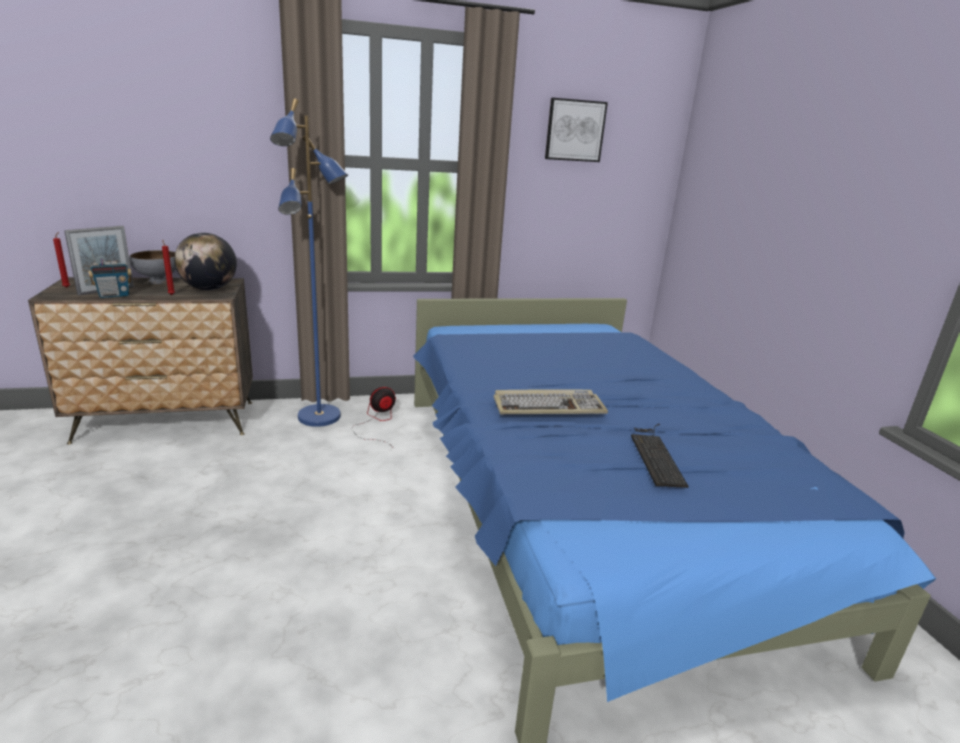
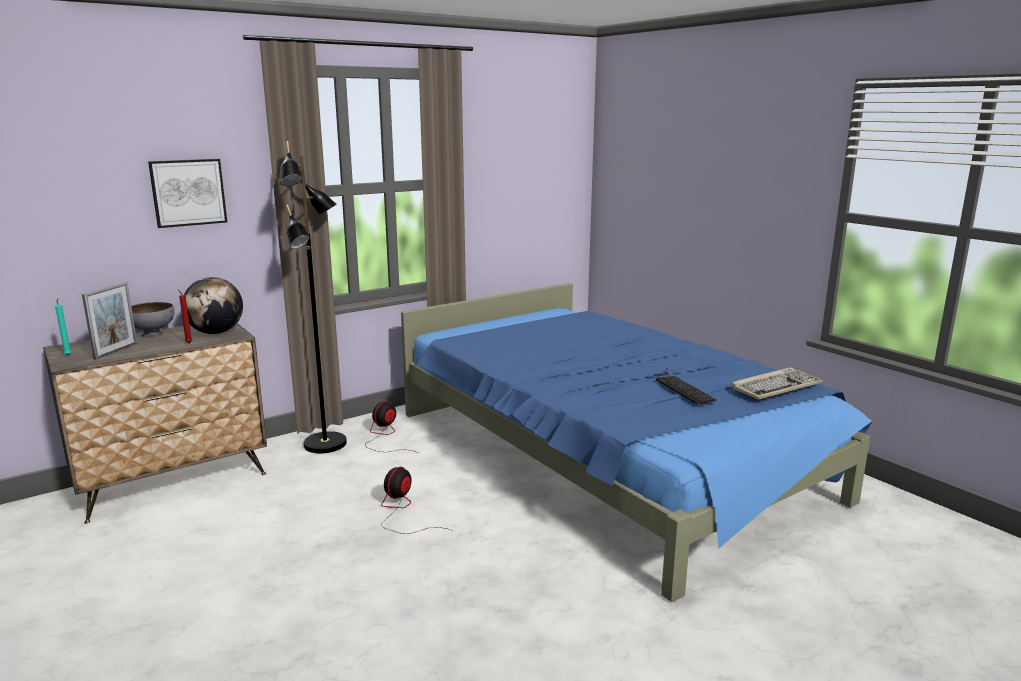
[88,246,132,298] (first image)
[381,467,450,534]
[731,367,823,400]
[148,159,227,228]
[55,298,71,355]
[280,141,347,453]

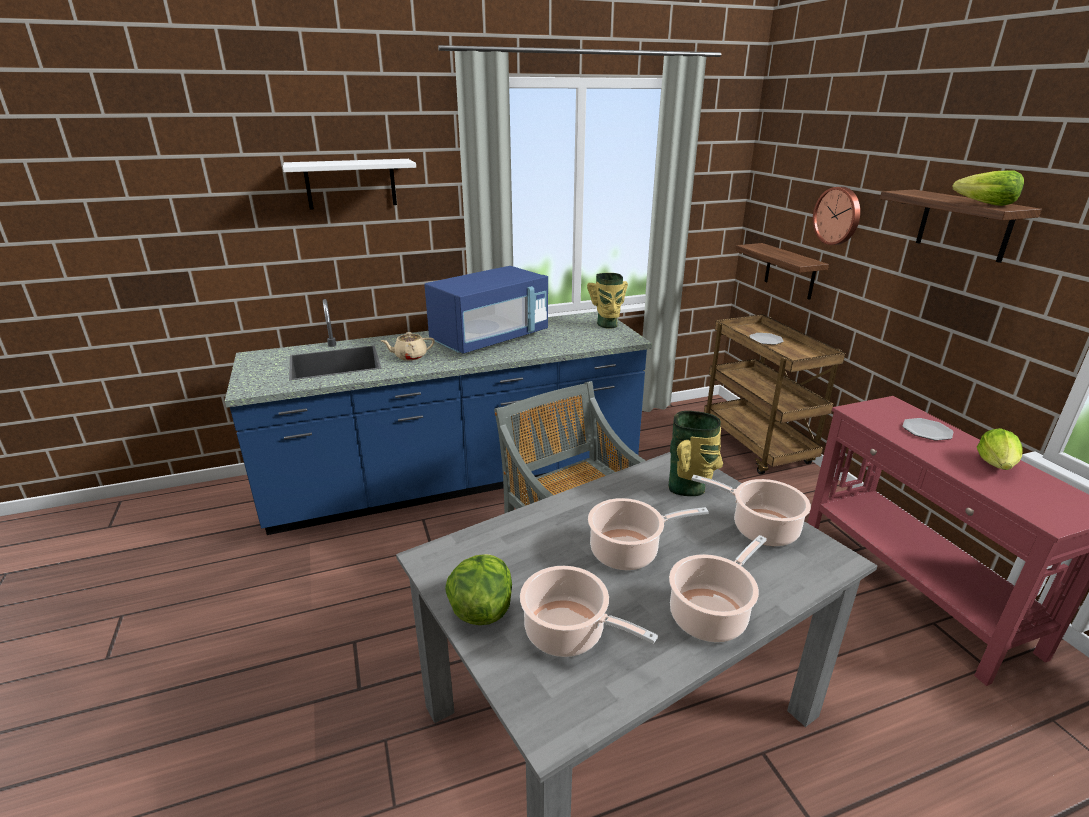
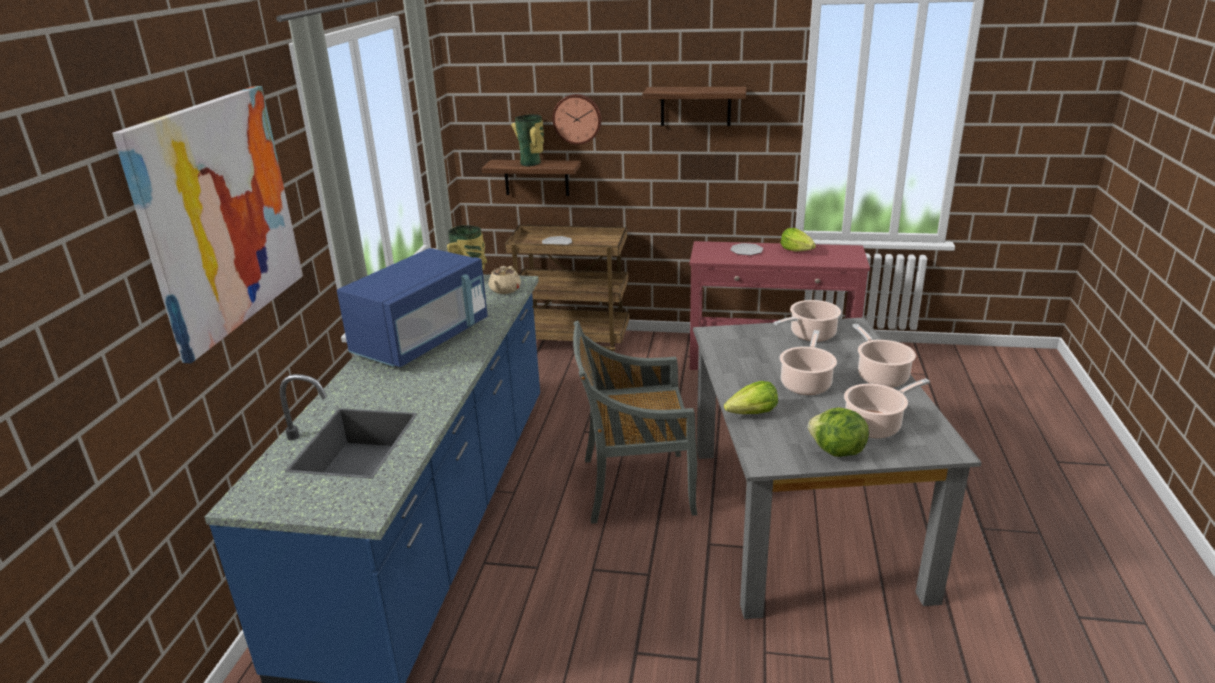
[489,266,521,294]
[511,114,544,167]
[724,381,778,414]
[112,86,303,363]
[337,248,488,367]

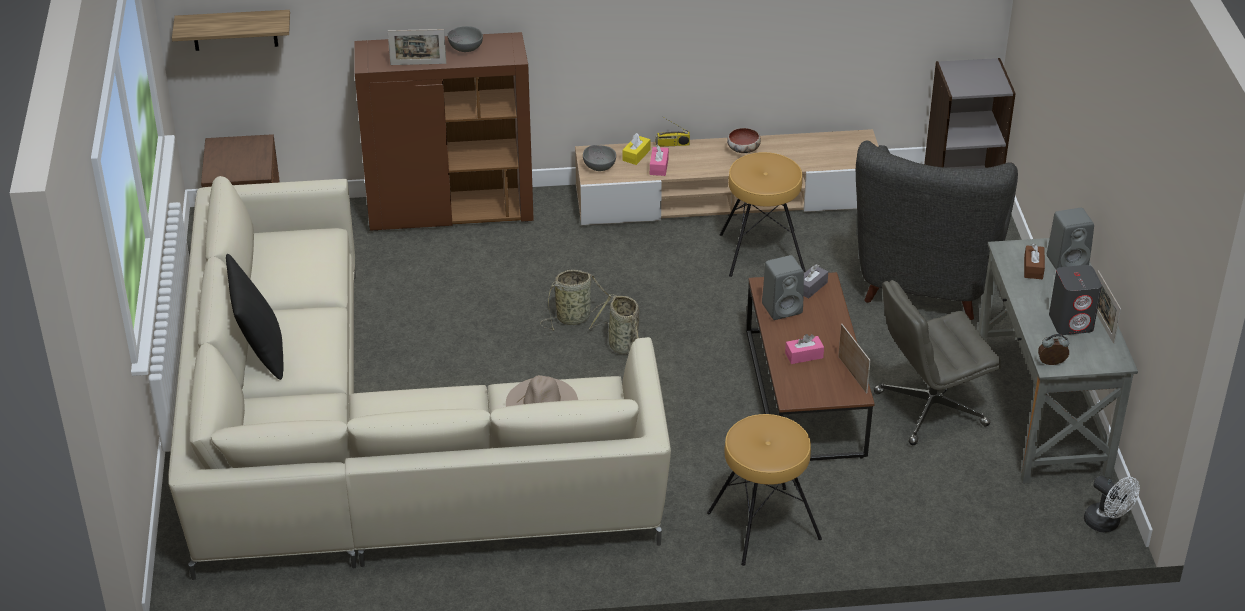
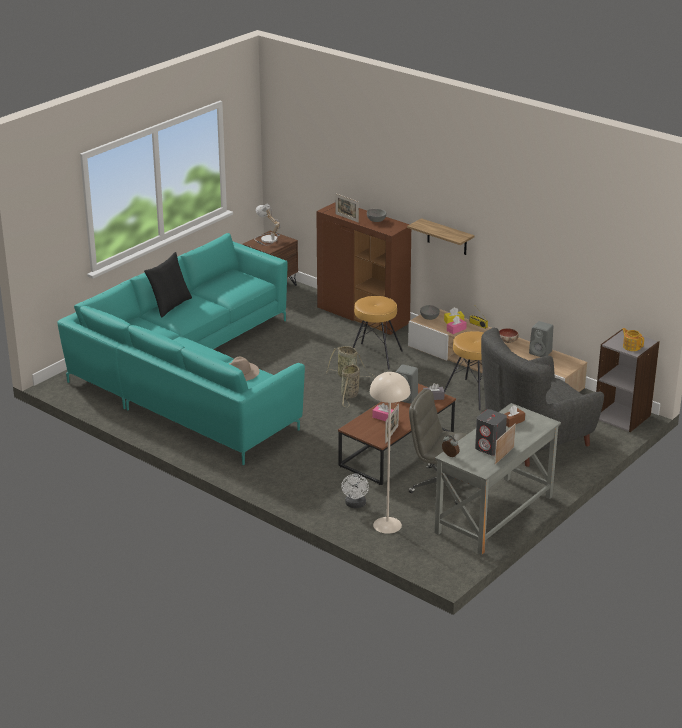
[254,204,280,246]
[370,372,410,534]
[622,328,644,351]
[407,218,474,255]
[353,296,403,370]
[529,321,553,357]
[341,473,369,508]
[57,233,305,465]

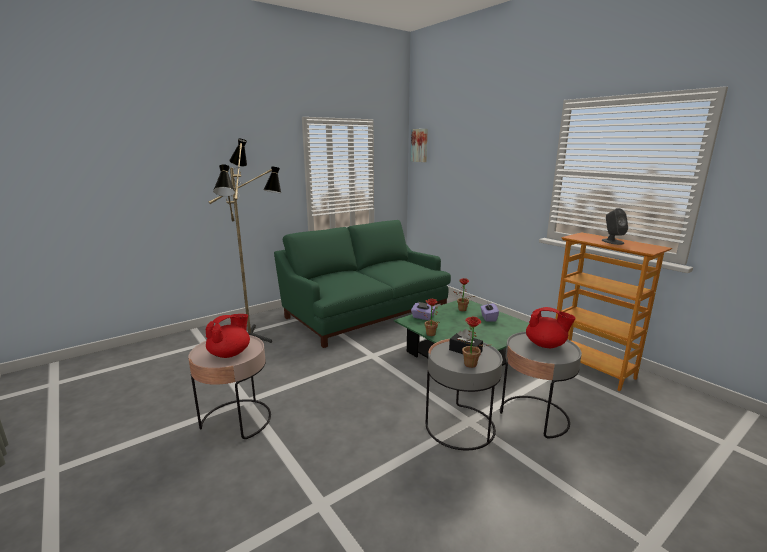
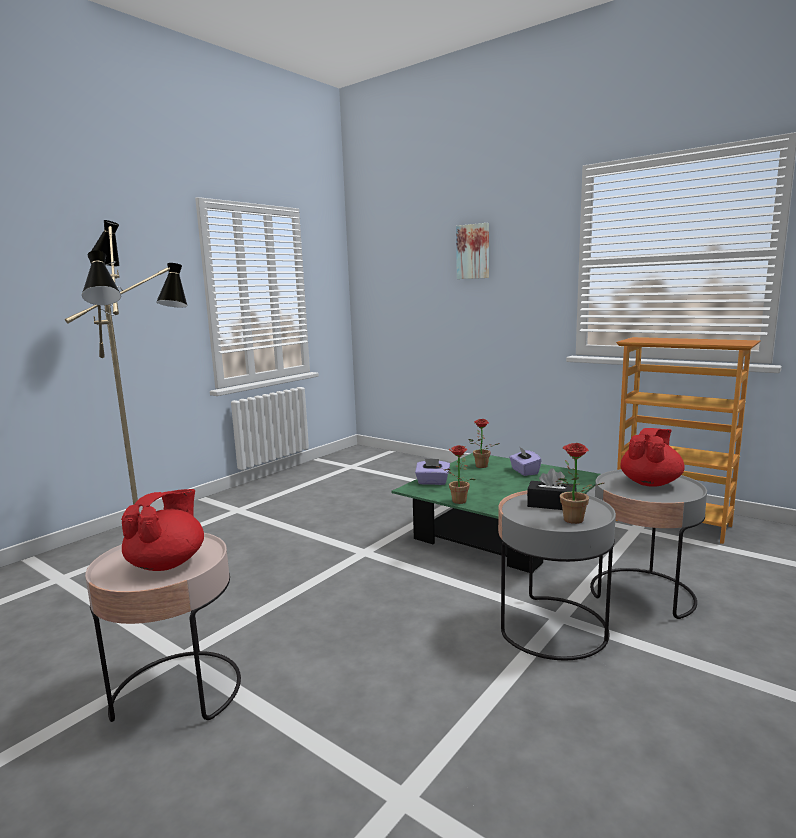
[274,220,451,348] (first image)
[601,208,628,245] (first image)
[456,223,489,279]
[620,428,685,487]

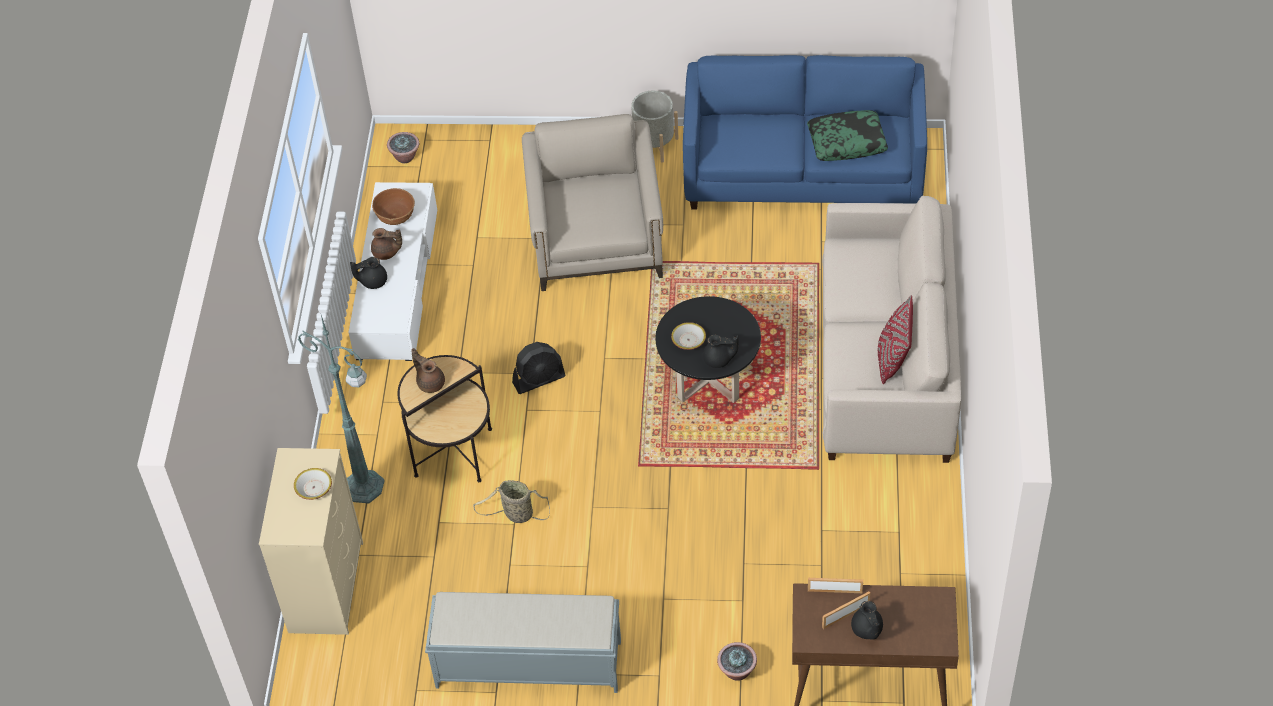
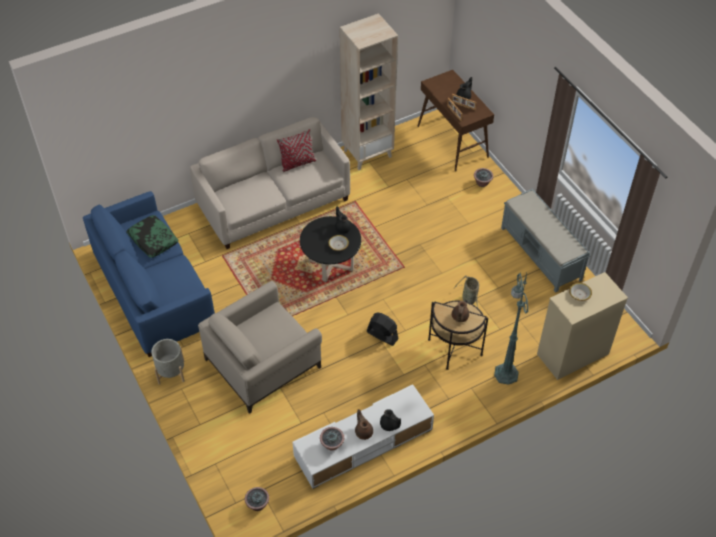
[340,13,398,170]
[320,427,344,451]

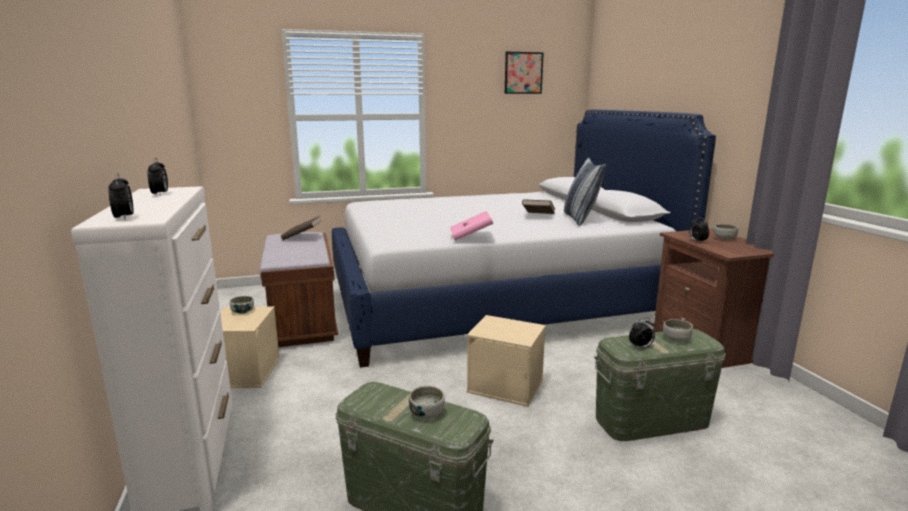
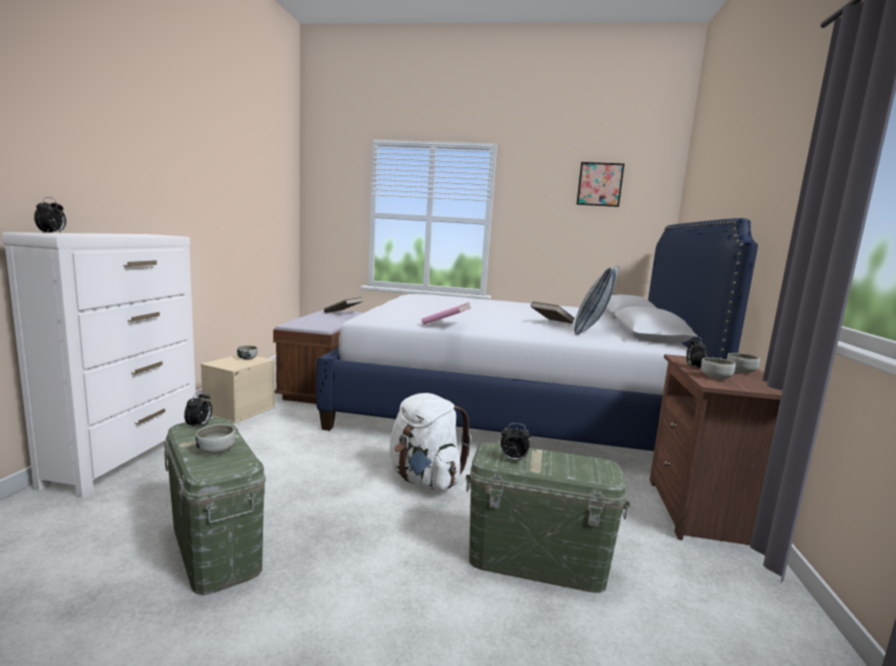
[184,390,212,429]
[701,358,736,379]
[389,393,472,491]

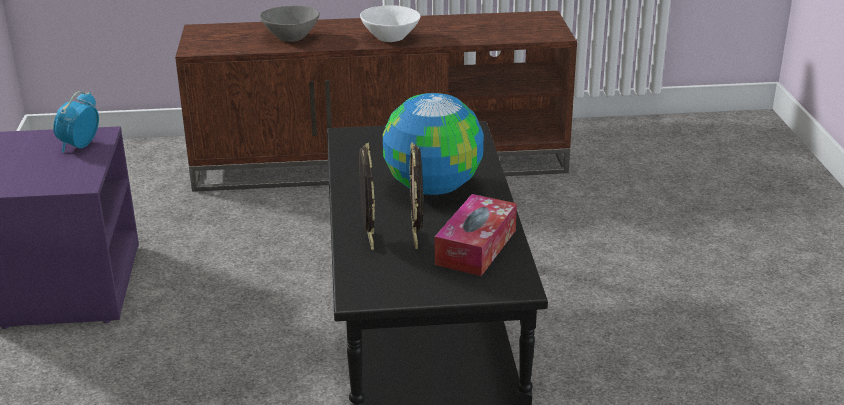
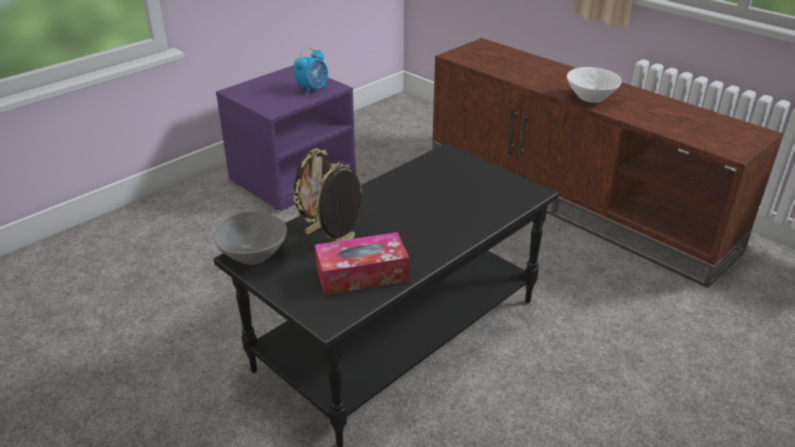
[383,93,484,195] (first image)
[213,211,287,265]
[294,48,328,95]

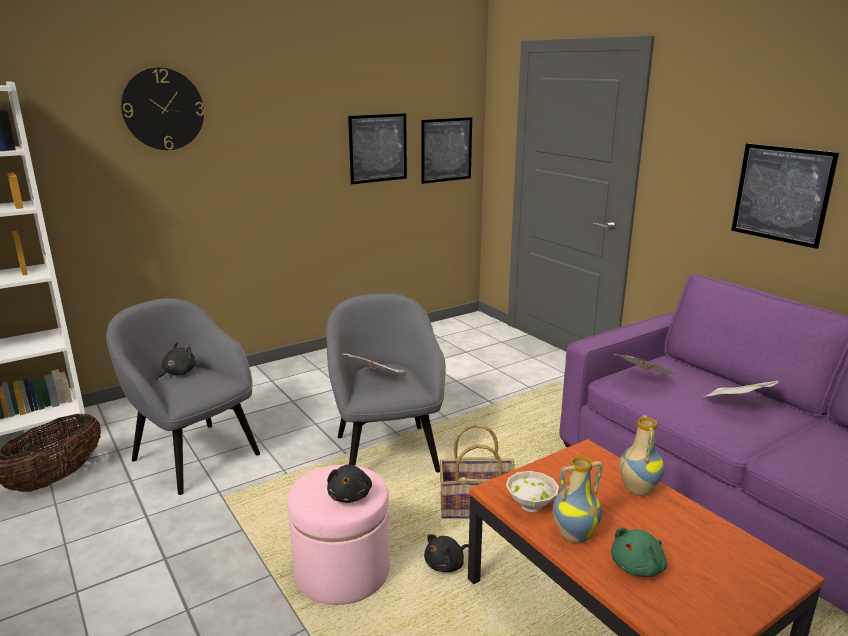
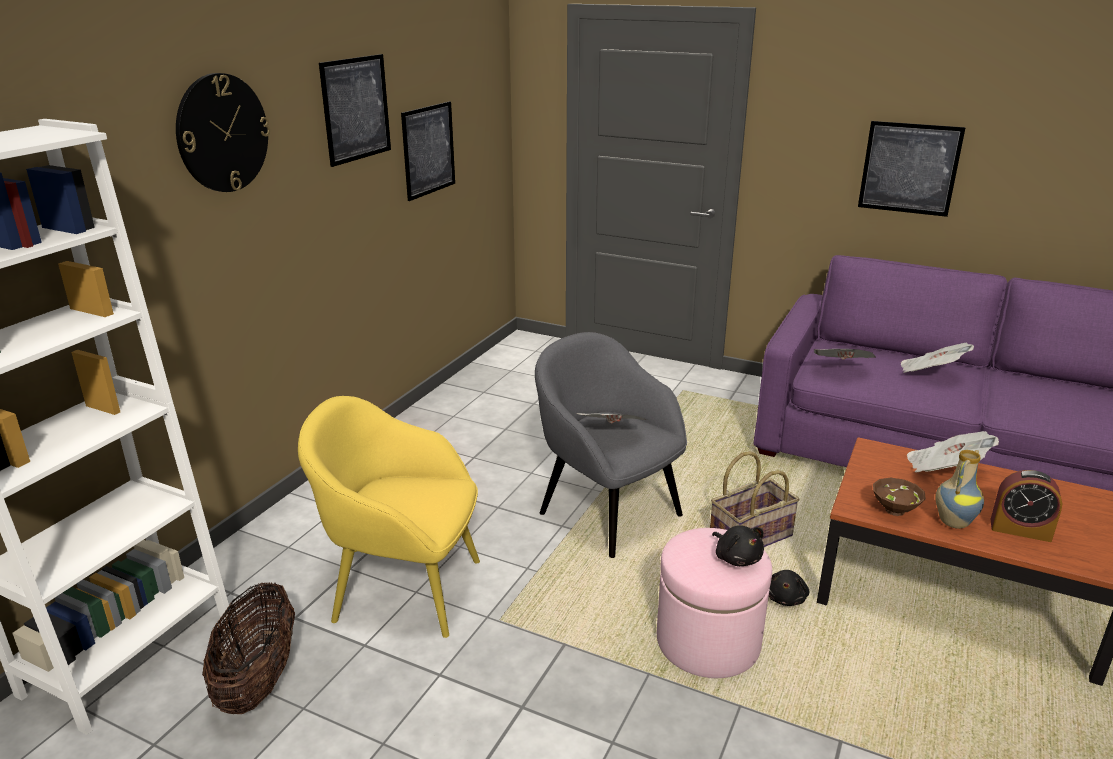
[155,342,196,381] (first image)
[319,54,391,167]
[990,470,1062,542]
[907,431,999,472]
[298,396,480,638]
[873,478,926,516]

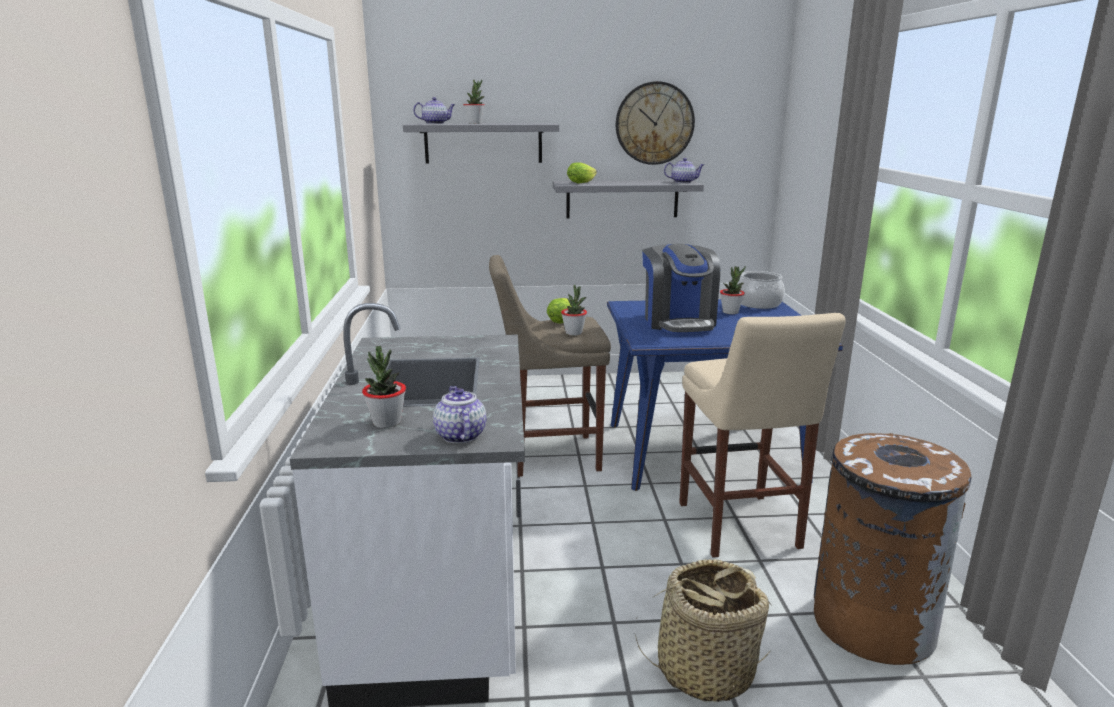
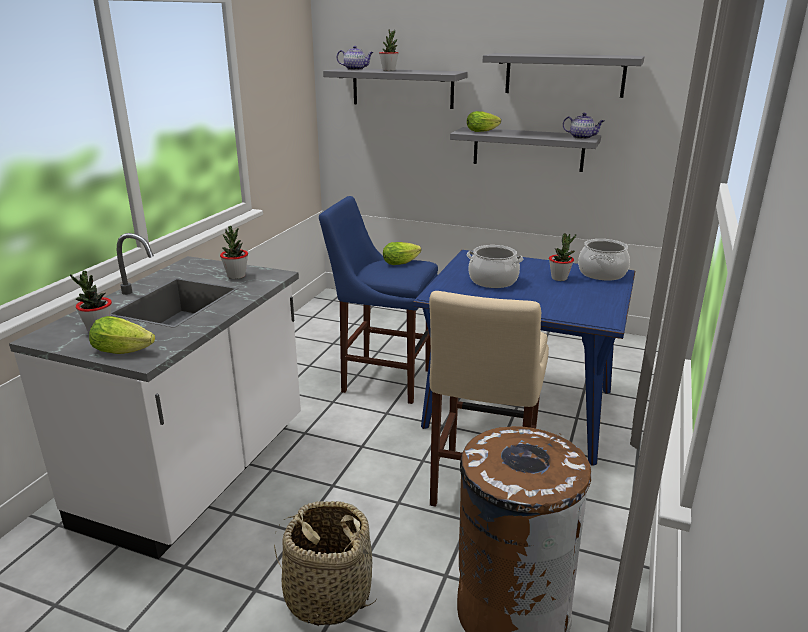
[220,226,248,279]
[89,316,155,354]
[483,53,645,98]
[467,245,523,288]
[319,196,438,404]

